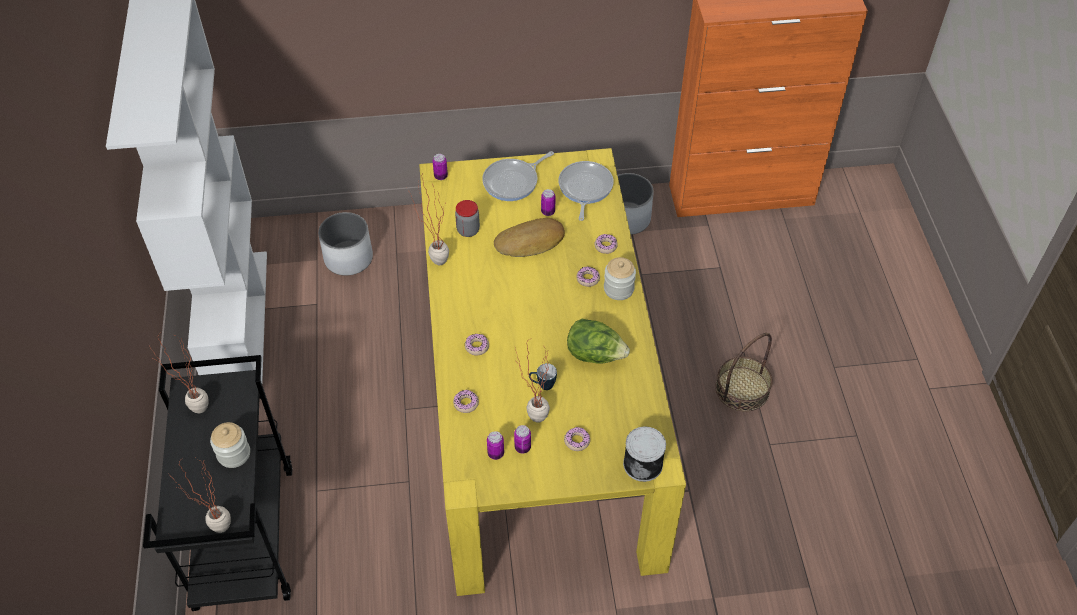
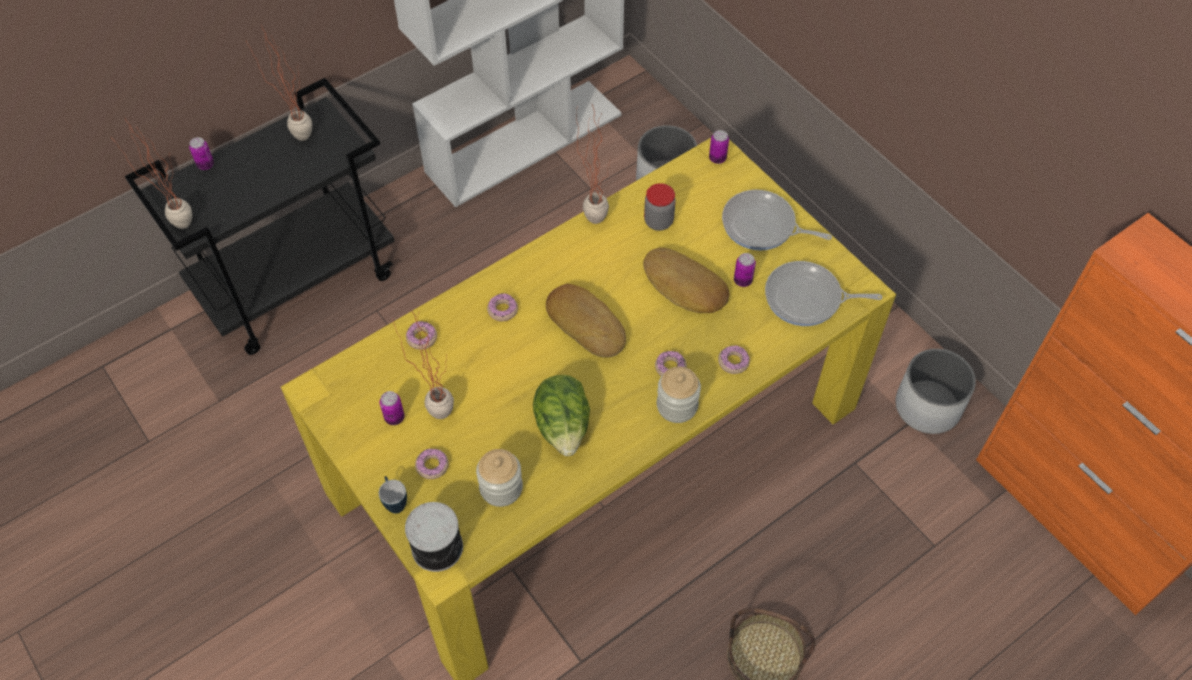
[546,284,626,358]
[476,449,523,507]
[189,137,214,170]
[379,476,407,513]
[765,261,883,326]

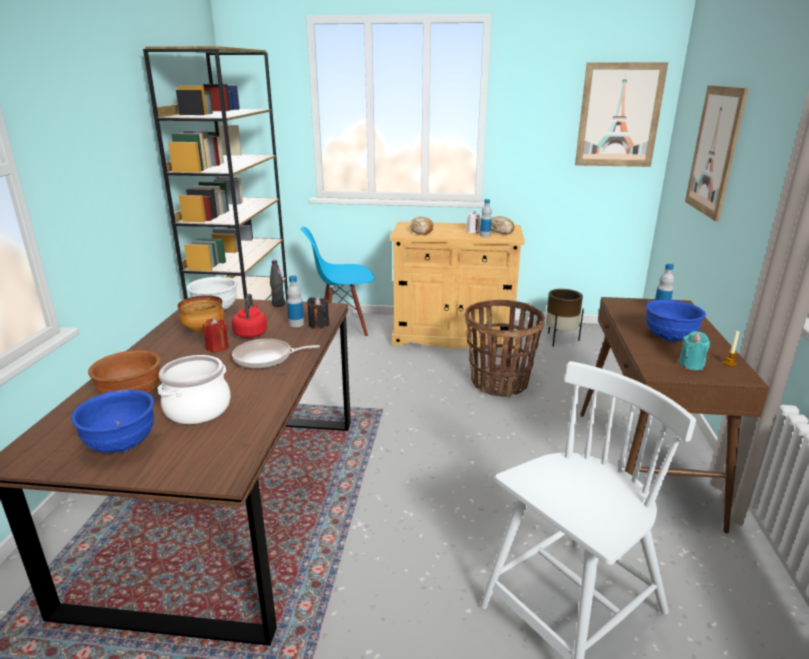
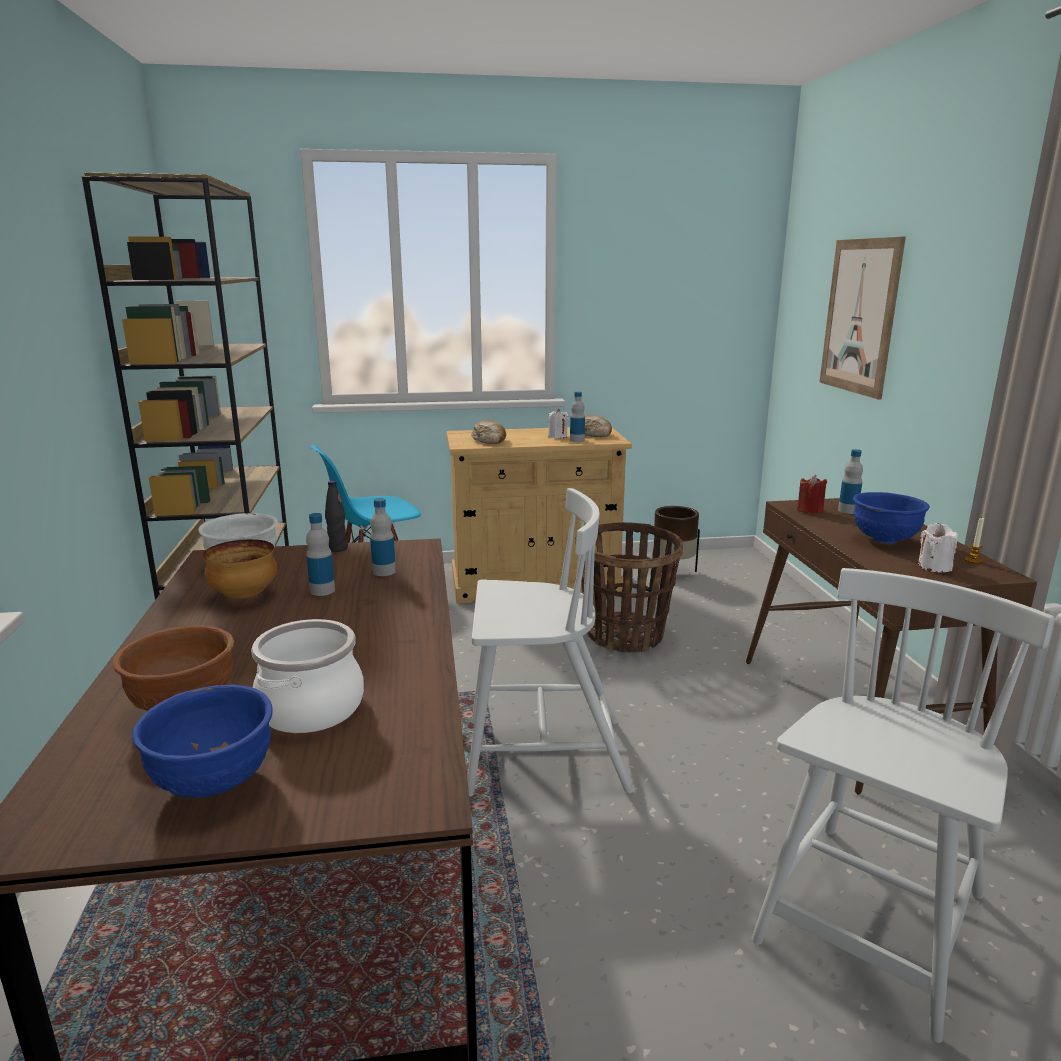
[232,339,320,369] (first image)
[307,297,329,329] (first image)
[575,62,668,167] (first image)
[467,488,633,797]
[797,475,827,514]
[306,513,335,596]
[918,523,958,572]

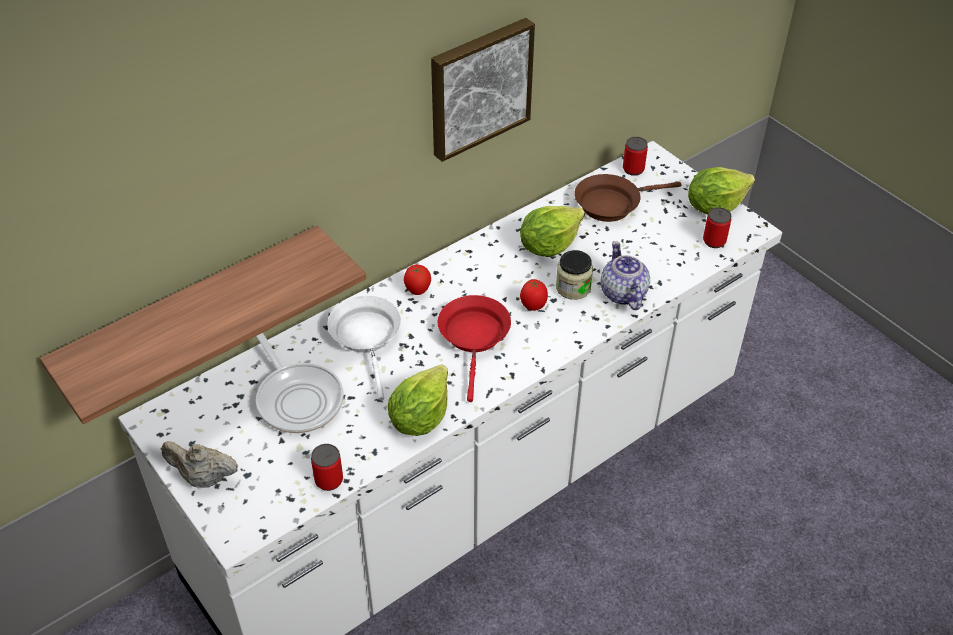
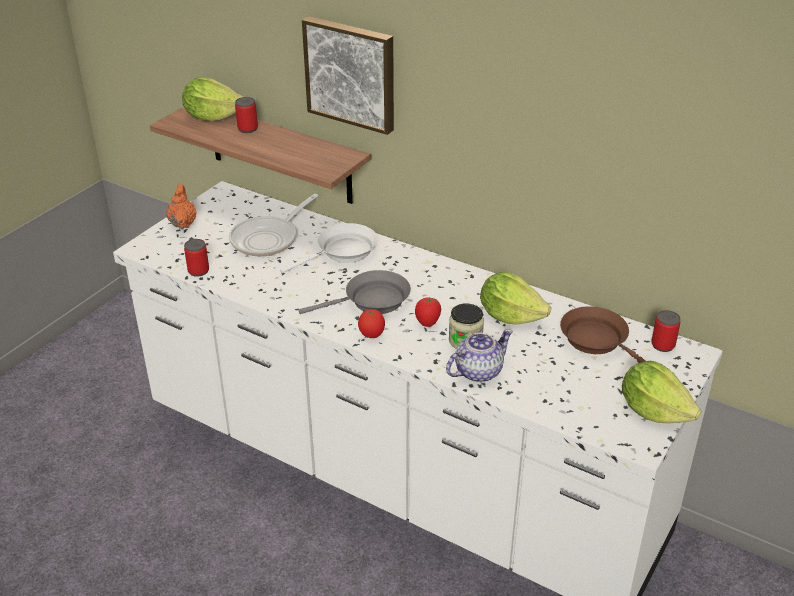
[182,77,243,121]
[358,309,385,338]
[302,16,394,135]
[235,97,258,133]
[166,184,197,229]
[299,270,411,314]

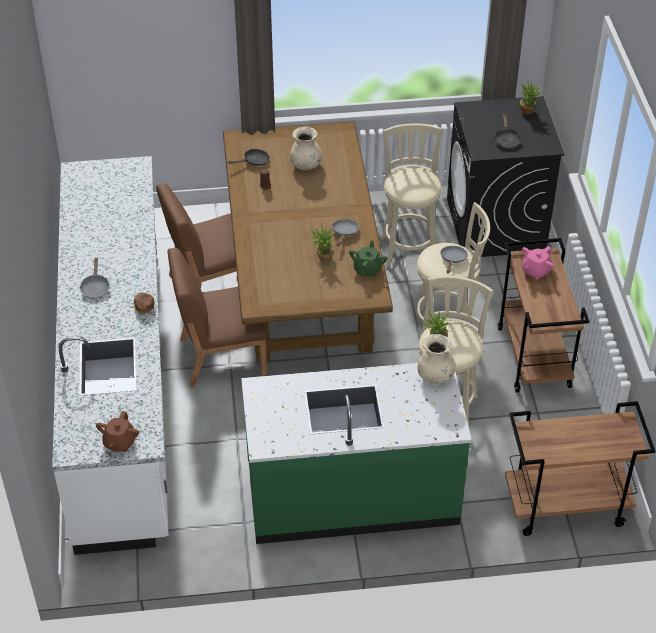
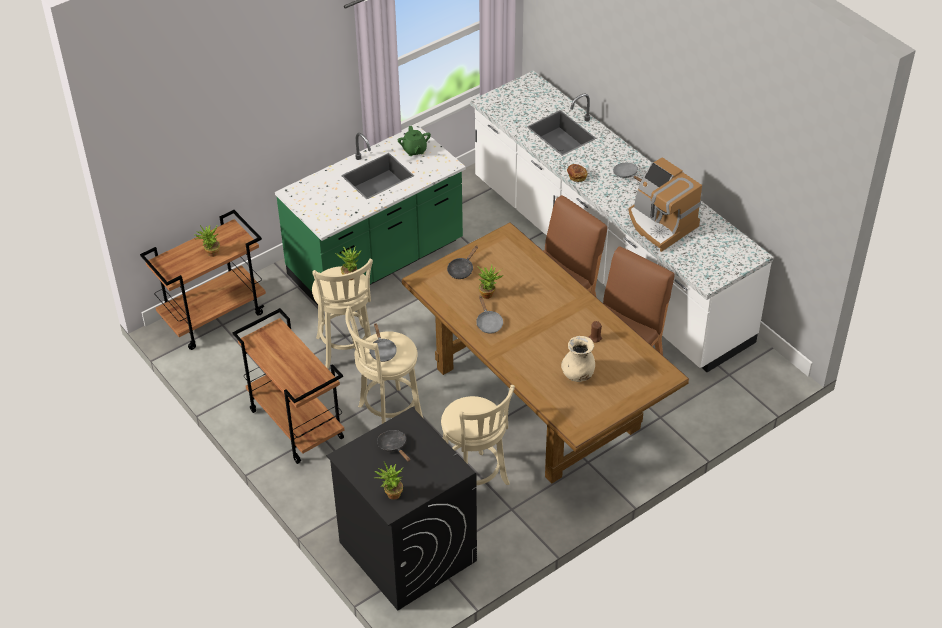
[96,411,139,452] (first image)
[418,334,456,384] (first image)
[522,246,554,280] (first image)
[194,225,220,257]
[628,157,702,252]
[447,246,478,279]
[398,126,431,156]

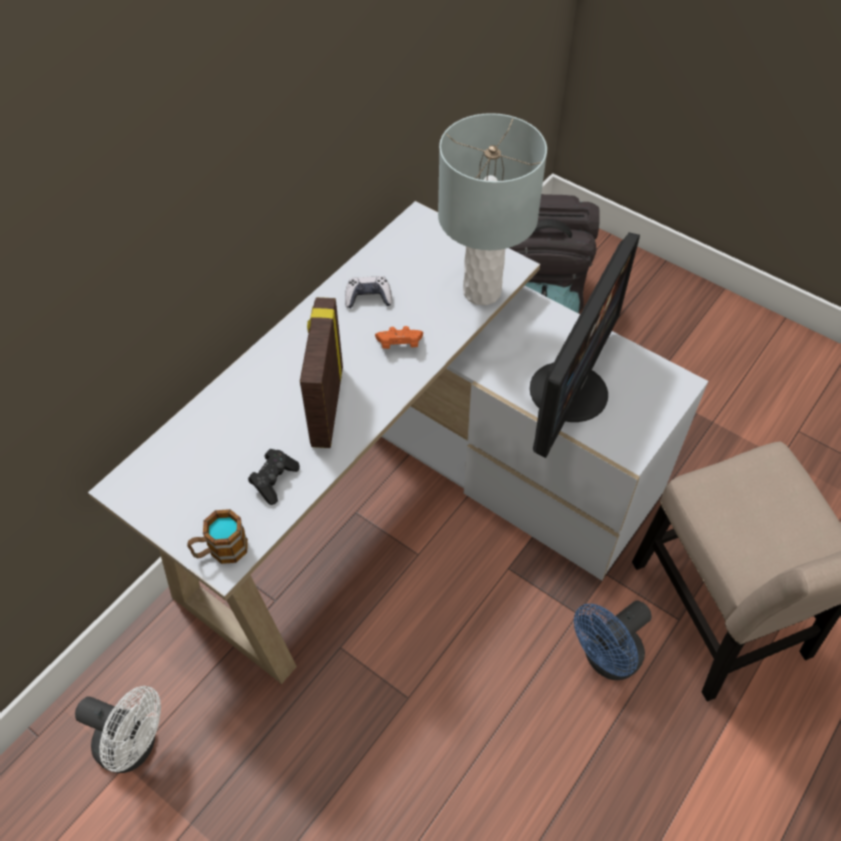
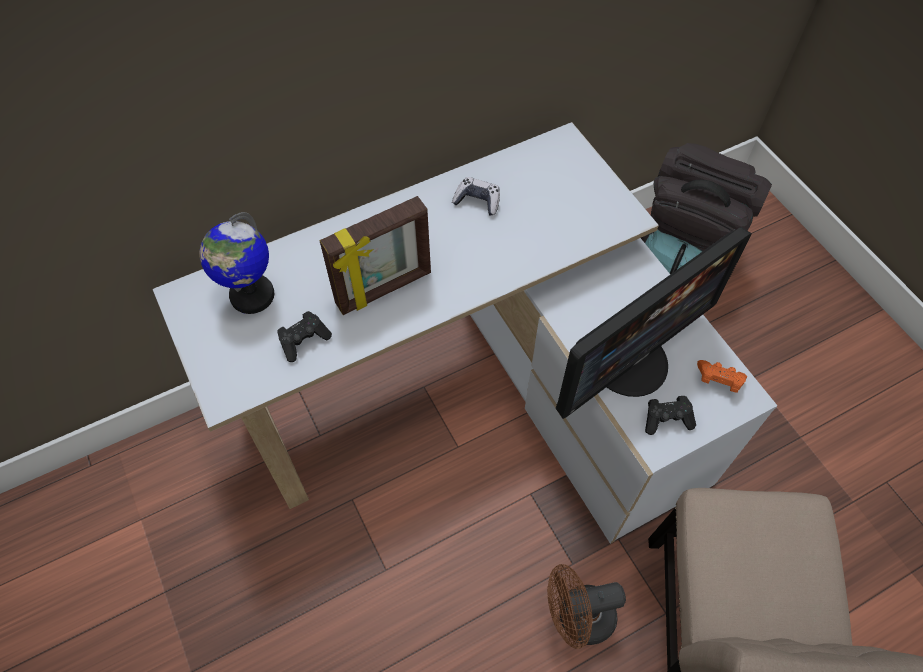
[75,686,161,773] (first image)
[187,509,248,564] (first image)
[438,113,547,305] (first image)
[200,212,274,314]
[645,396,696,435]
[697,360,747,393]
[547,564,626,649]
[320,196,431,315]

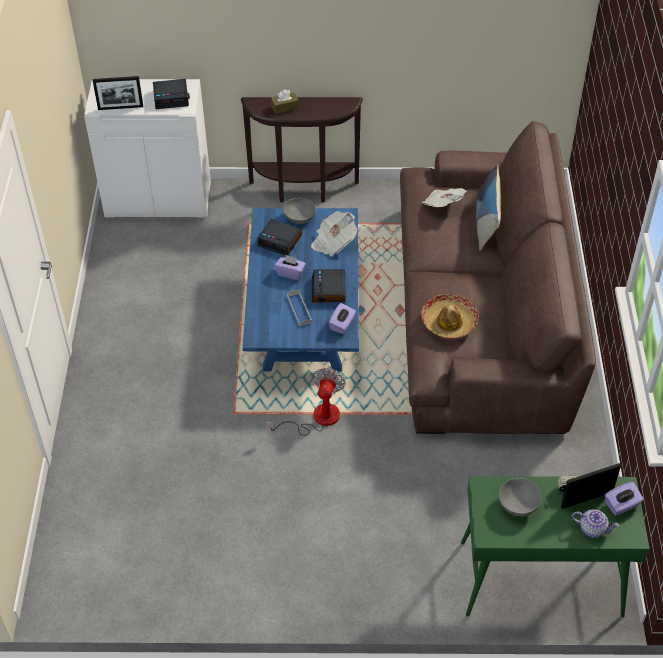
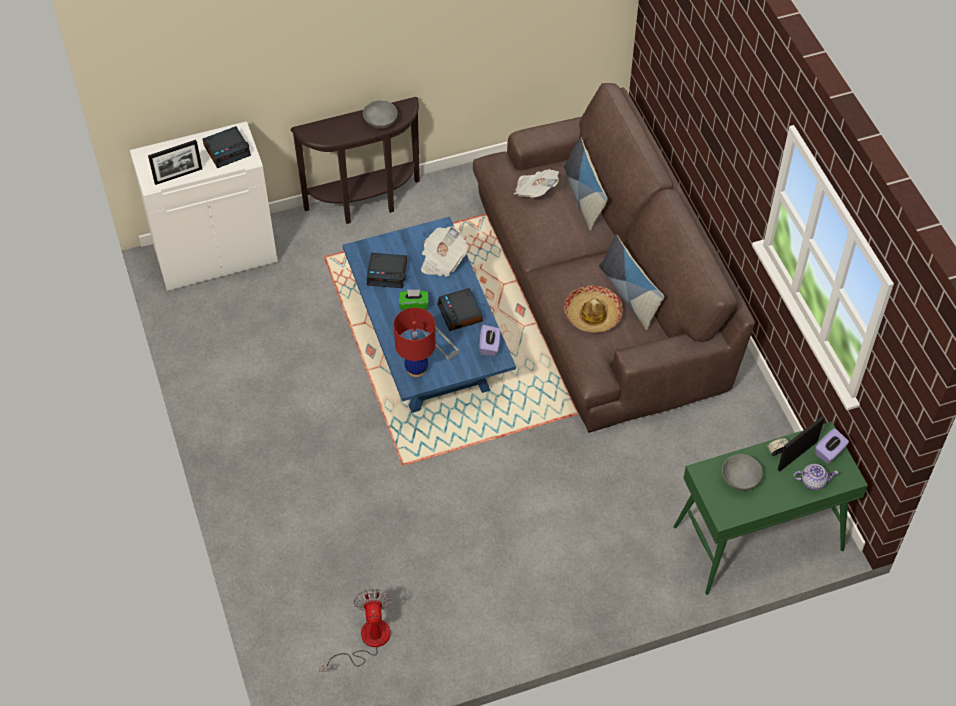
[271,90,299,114] (first image)
[394,308,436,377]
[599,234,664,330]
[319,589,392,672]
[363,100,397,129]
[399,289,429,311]

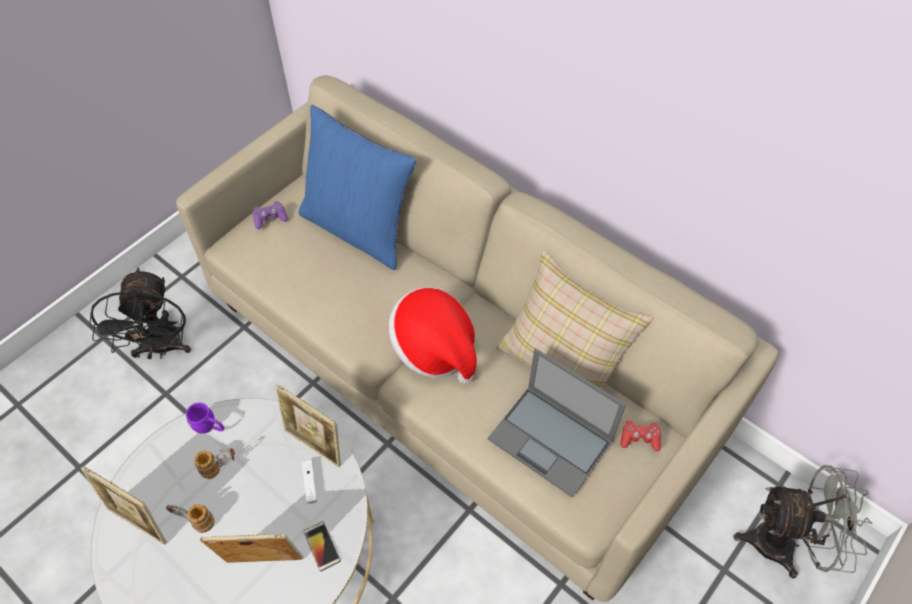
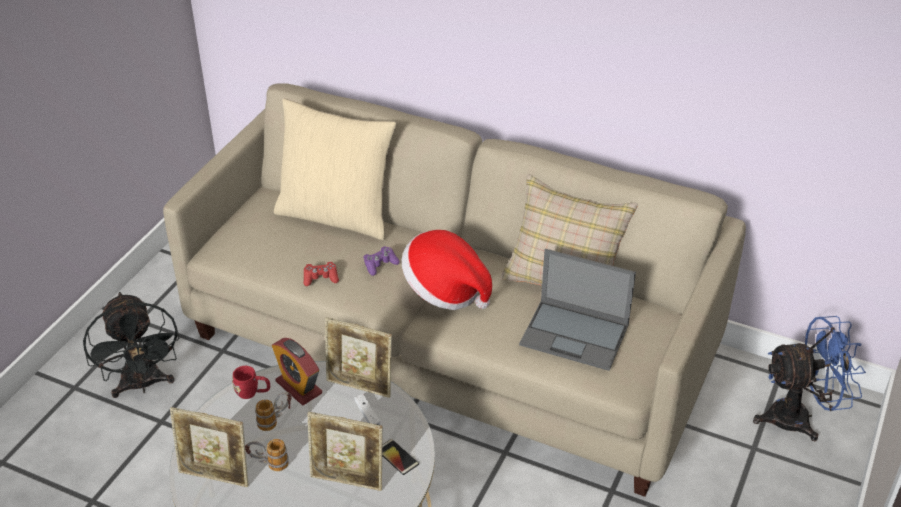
[272,338,322,405]
[364,246,400,276]
[304,262,339,286]
[232,366,270,399]
[274,98,396,240]
[753,316,866,441]
[307,411,383,491]

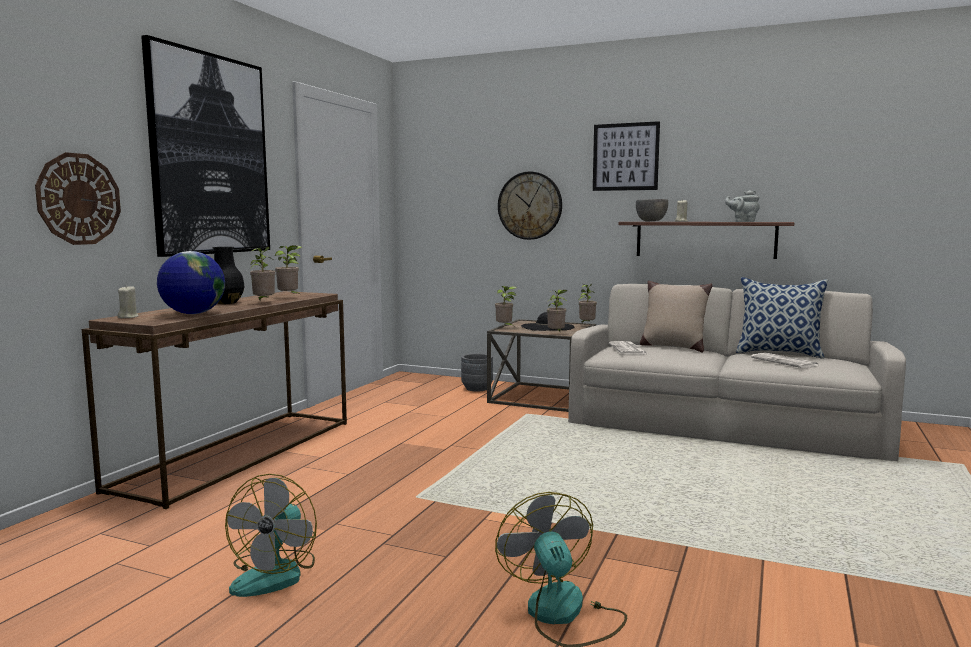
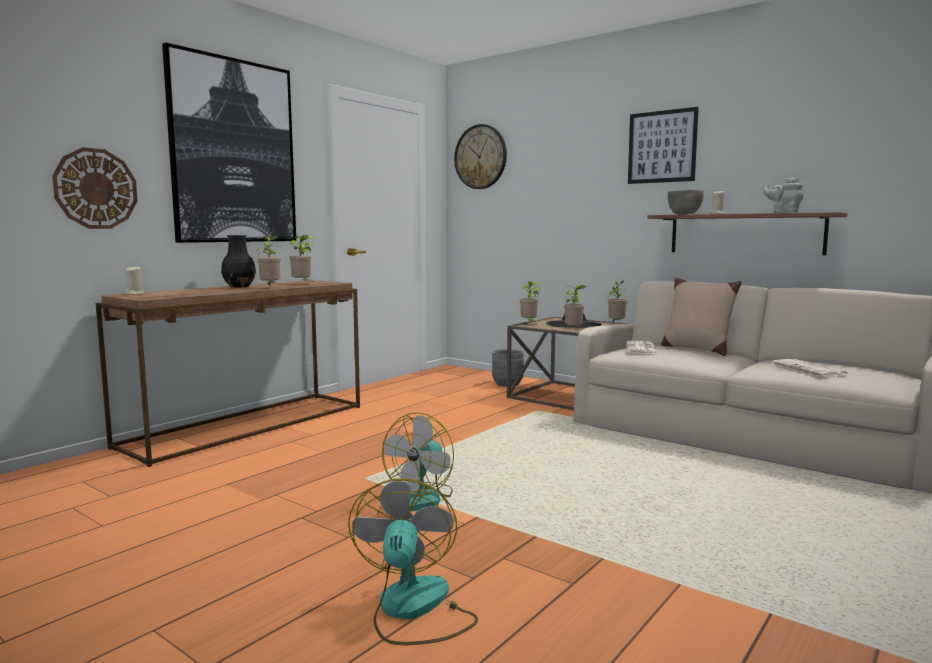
[157,251,225,314] (first image)
[736,277,828,359] (first image)
[382,412,454,511]
[454,124,507,189]

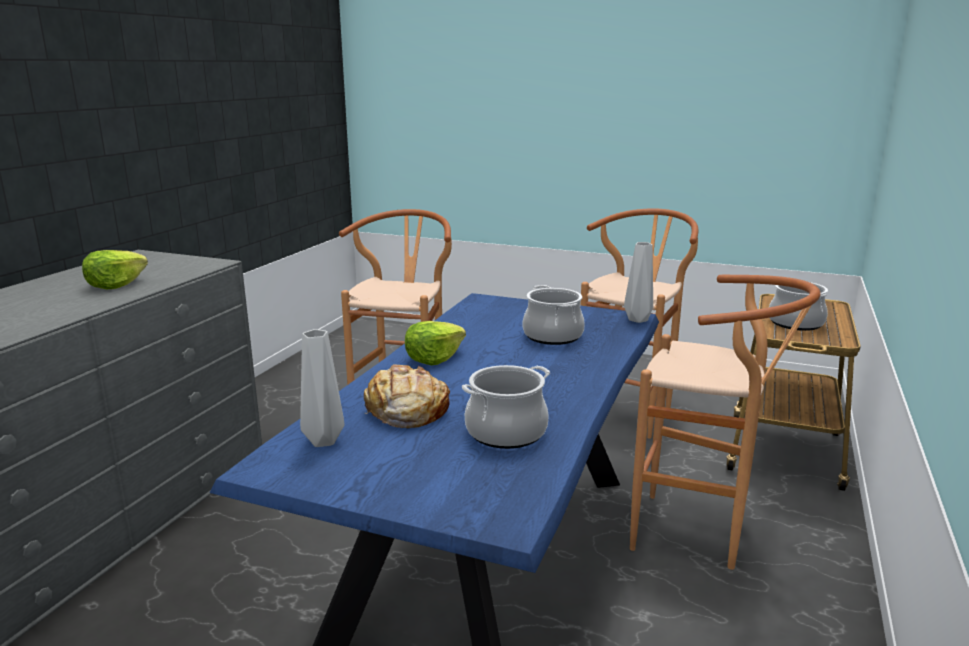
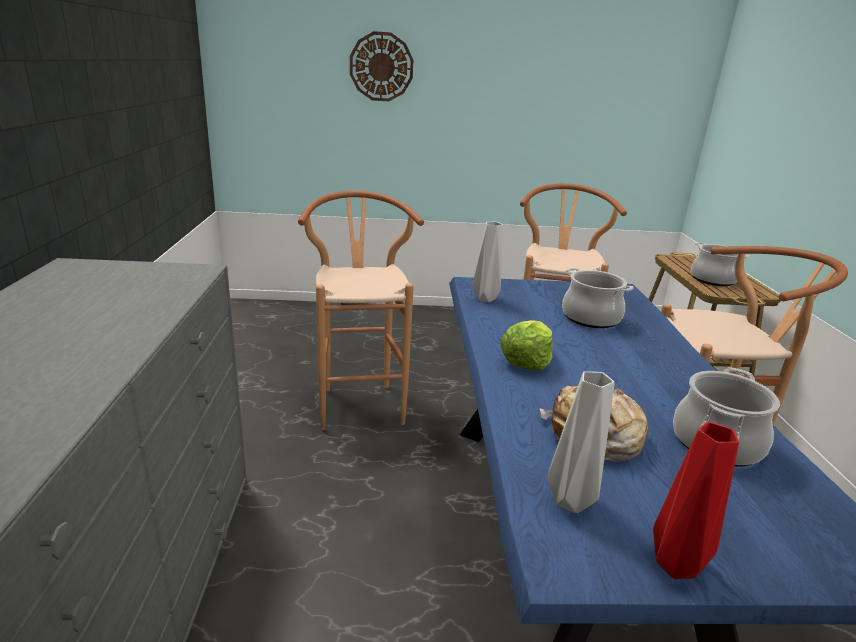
[82,250,148,289] (first image)
[350,31,413,101]
[653,422,739,579]
[472,222,503,302]

